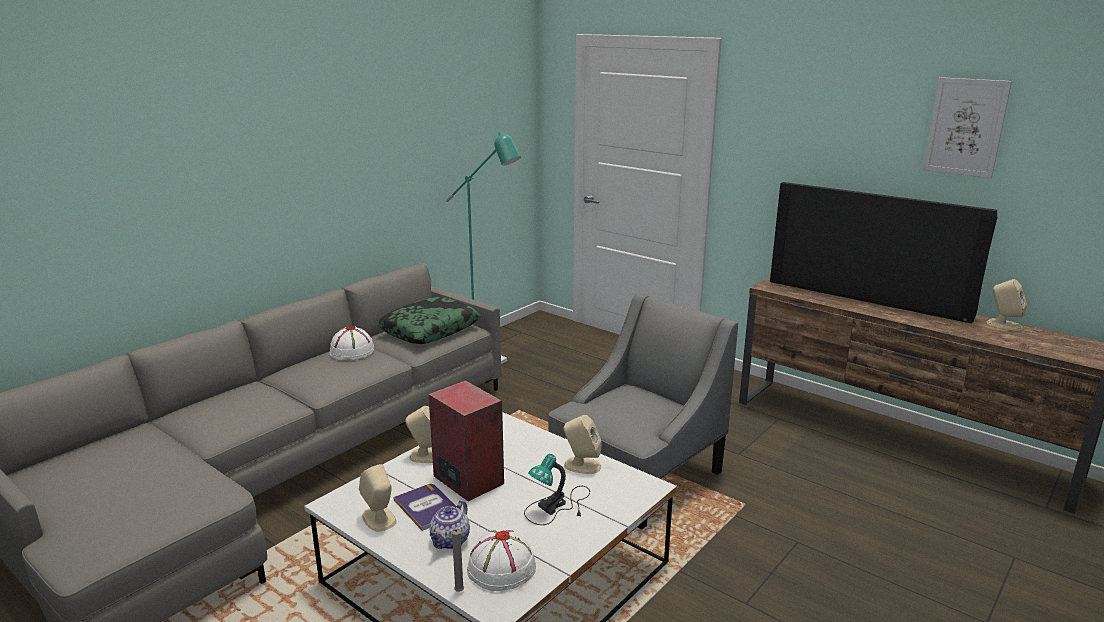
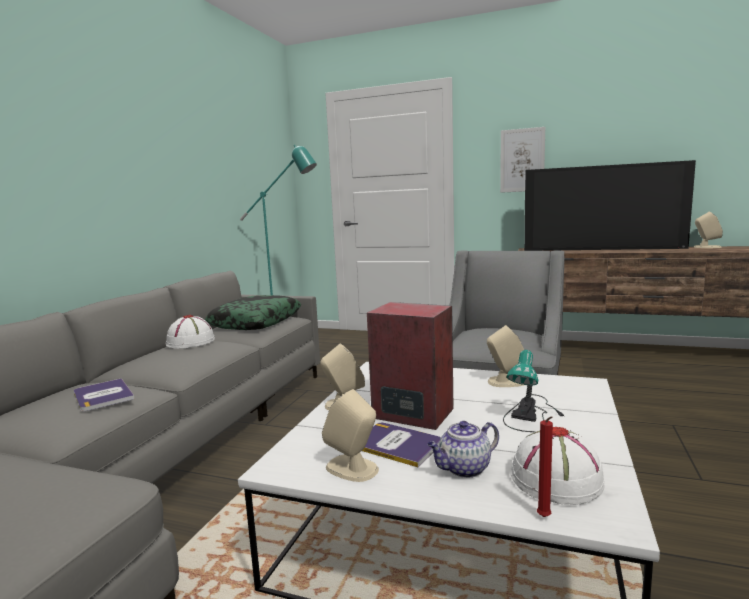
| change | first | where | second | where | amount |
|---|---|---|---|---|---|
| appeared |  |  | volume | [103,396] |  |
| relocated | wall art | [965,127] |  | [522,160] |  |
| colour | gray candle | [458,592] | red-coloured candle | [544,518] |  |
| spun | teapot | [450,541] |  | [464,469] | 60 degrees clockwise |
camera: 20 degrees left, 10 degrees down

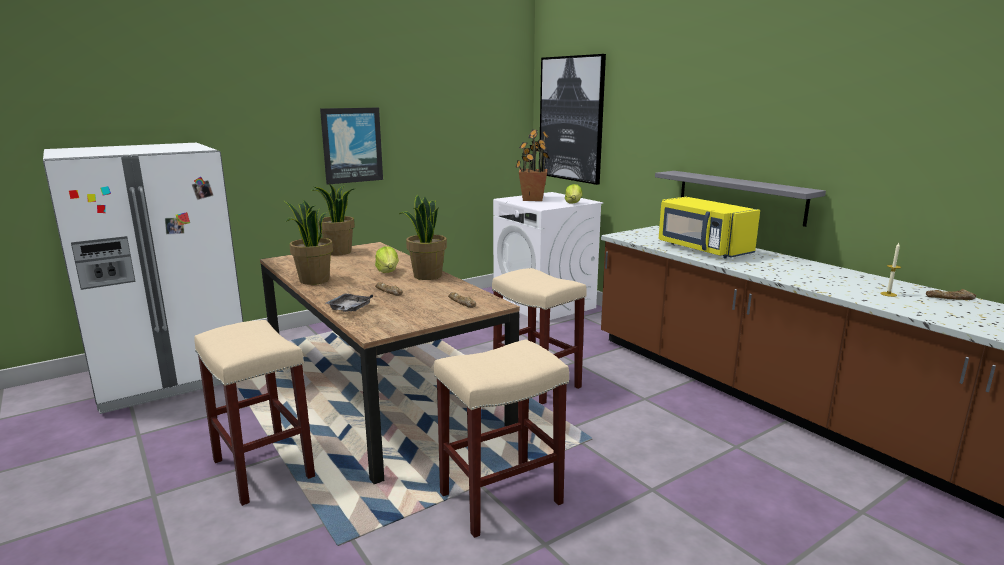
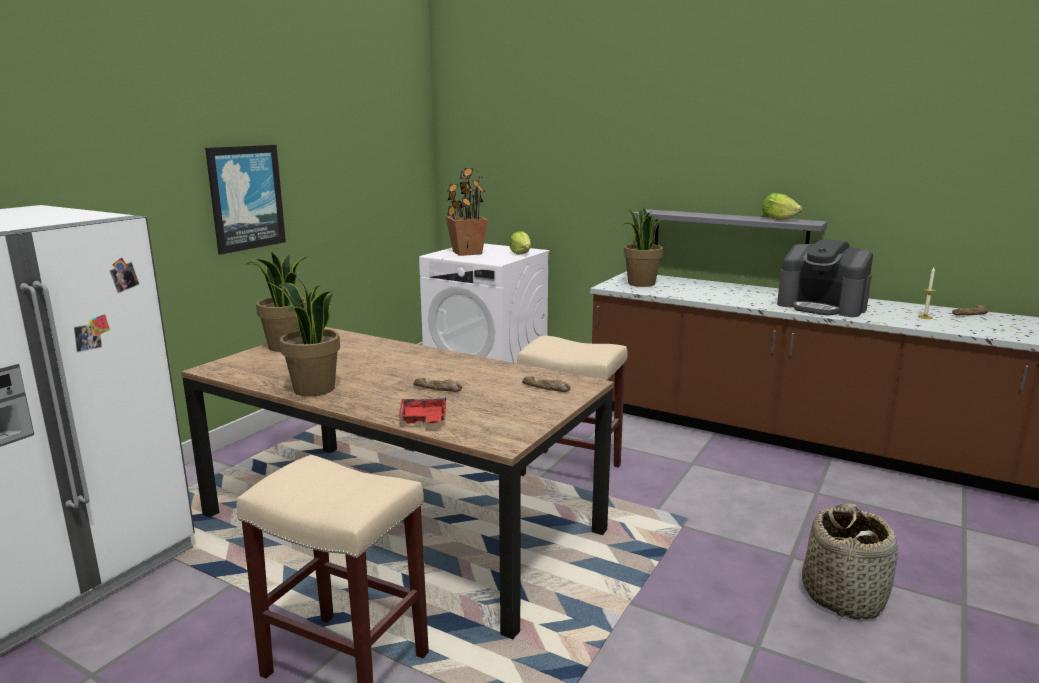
| change | first | where | second | where | amount |
|---|---|---|---|---|---|
| missing | sand-coloured stool seat | [499,499] |  |  |  |
| missing | wall art | [571,119] |  |  |  |
| missing | yellow-coloured microwave | [702,249] |  |  |  |
| appeared |  |  | coffee brewer | [822,306] |  |
| appeared |  |  | household basket | [843,596] |  |
| relocated | lettuce head | [388,271] |  | [778,219] |  |
| relocated | plant in a pot | [427,276] |  | [640,283] |  |
| colour | gray serving tray | [349,309] | red-coloured serving tray | [423,419] |  |
camera: 25 degrees left, 0 degrees up

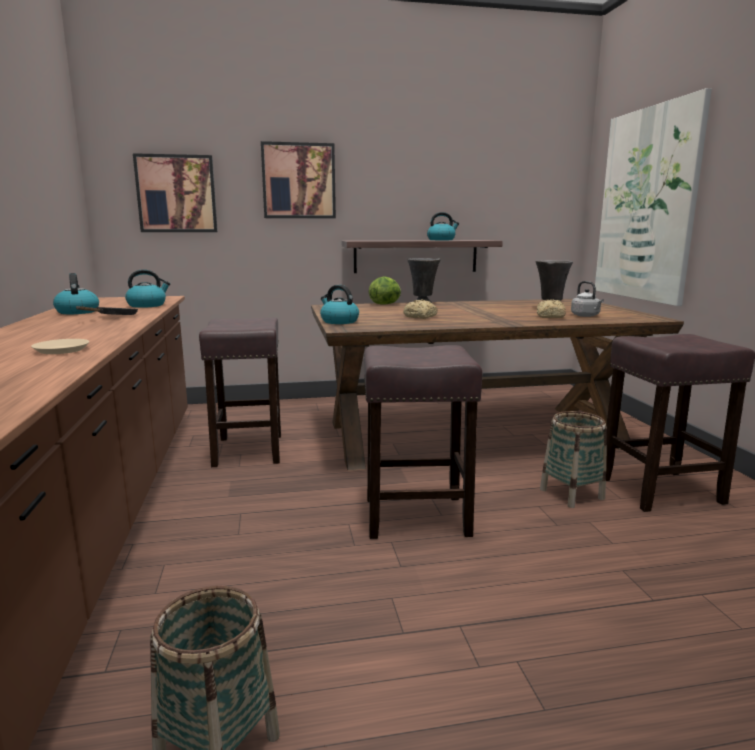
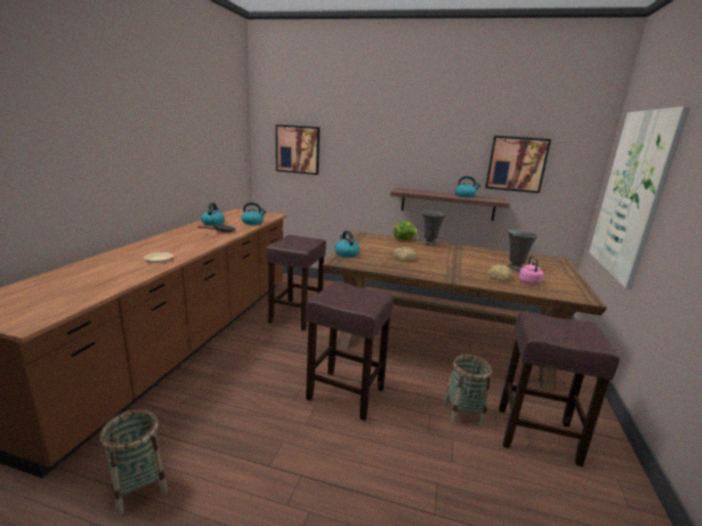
| change | first | where | second | where | amount |
|---|---|---|---|---|---|
| relocated | wall art | [298,181] |  | [516,164] |  |
| colour | gray kettle | [586,316] | pinkish kettle | [530,282] |  |
camera: 25 degrees right, 5 degrees up

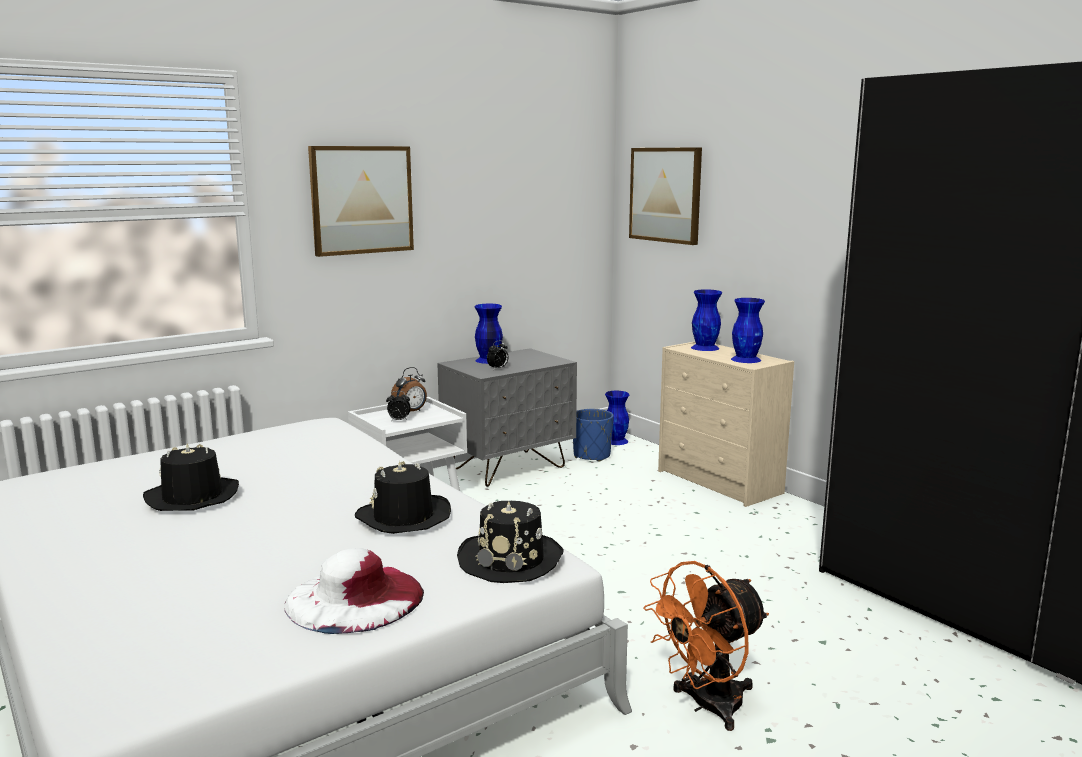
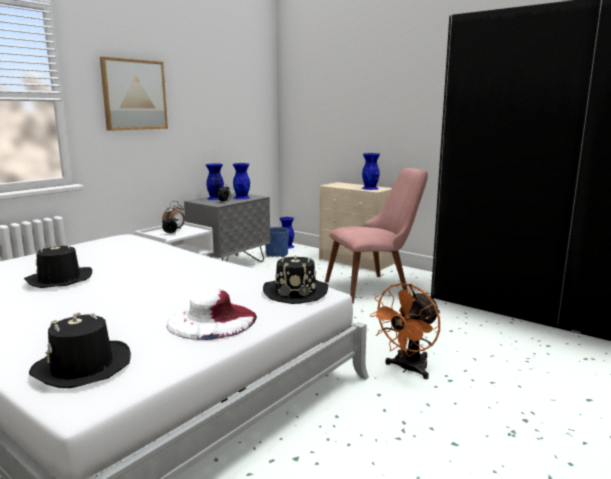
| change | first | where | second | where | amount |
|---|---|---|---|---|---|
| missing | wall art | [666,195] |  |  |  |
| appeared |  |  | pinkish chair | [375,287] |  |
| relocated | black clothing hat | [403,517] |  | [82,367] |  |
| relocated | blue-coloured flower vase | [705,347] |  | [242,197] |  |
camera: 15 degrees left, 0 degrees up

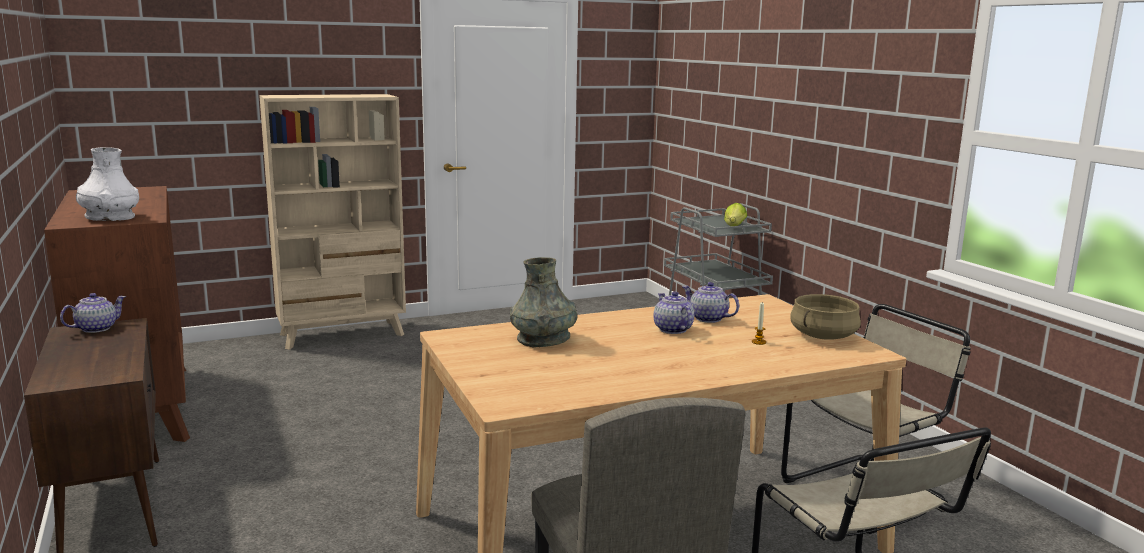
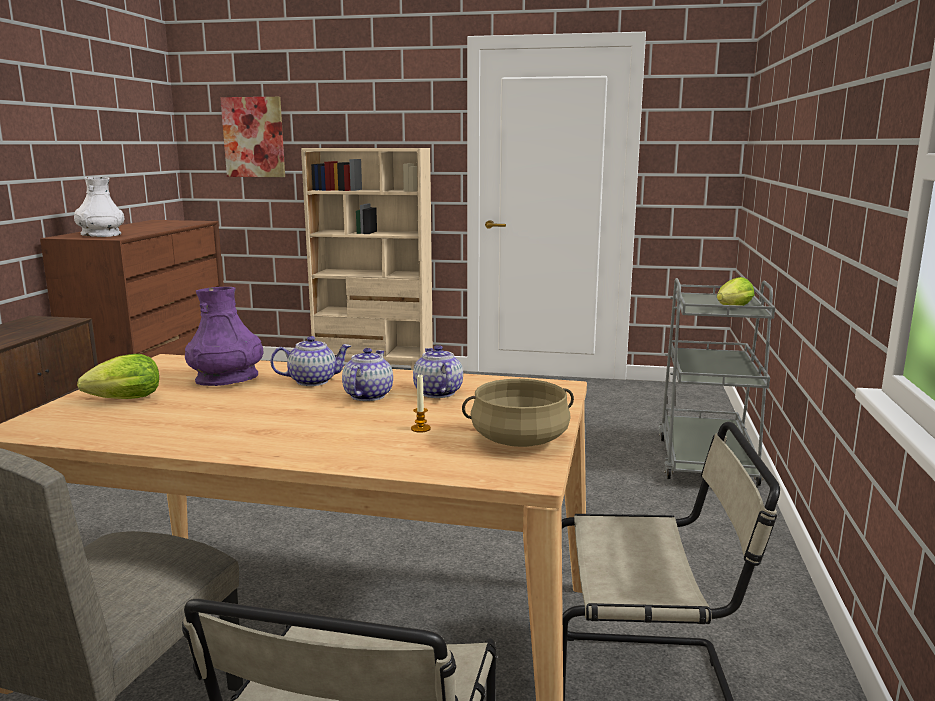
| change | first | where | second | where | amount |
|---|---|---|---|---|---|
| appeared |  |  | lettuce head | [121,400] |  |
| appeared |  |  | wall art | [254,137] |  |
| relocated | teapot | [96,328] |  | [313,381] |  |
| colour | gray flower vase | [543,339] | purple-coloured flower vase | [227,379] |  |
camera: 35 degrees right, 0 degrees up

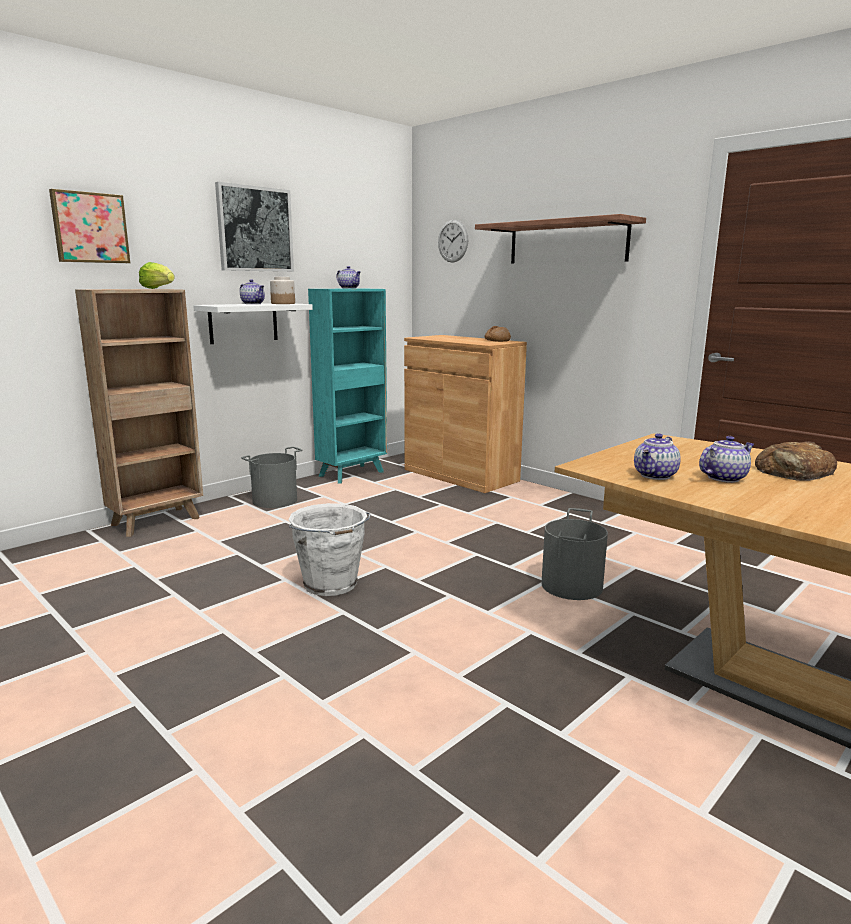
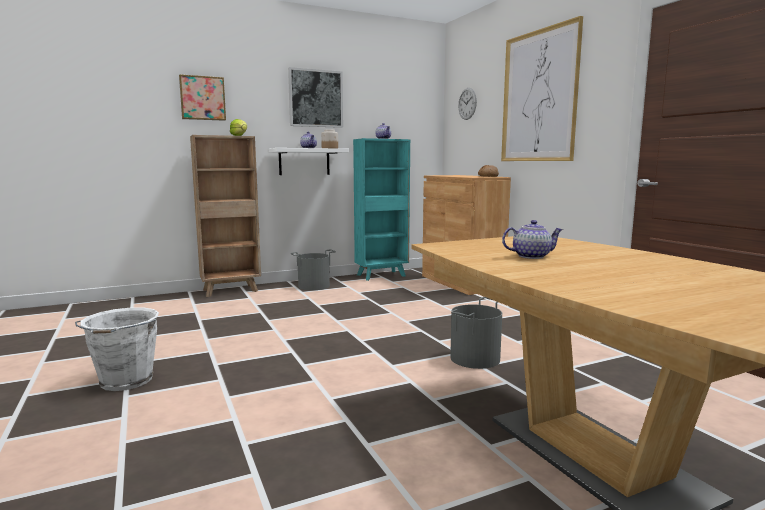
| change | first | where | second | where | amount |
|---|---|---|---|---|---|
| missing | teapot | [656,476] |  |  |  |
| missing | bread | [794,471] |  |  |  |
| relocated | white water bucket | [331,585] |  | [125,381] |  |
| exchanged | wall shelf | [567,242] | wall art | [539,96] |  |
camera: 20 degrees right, 5 degrees down

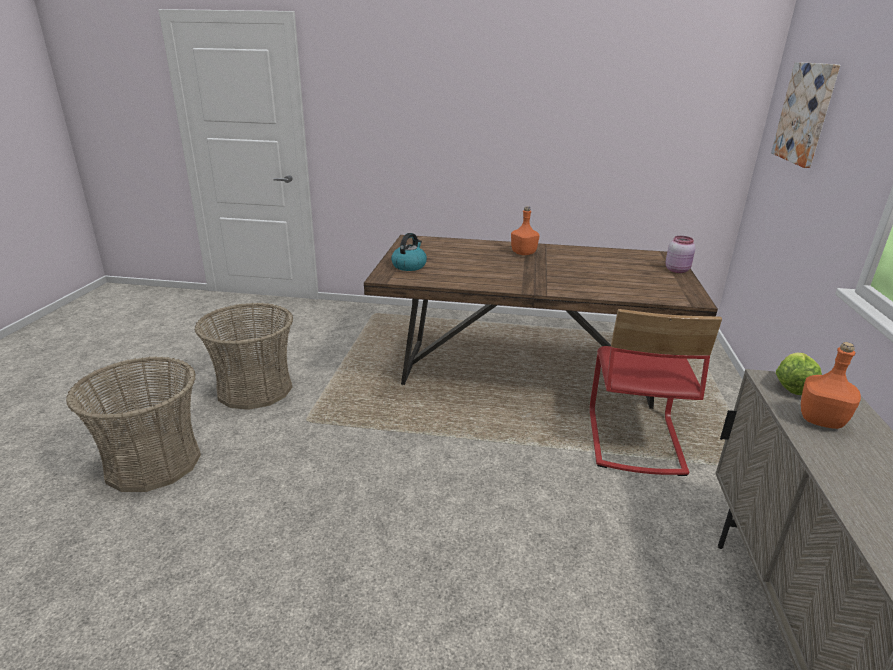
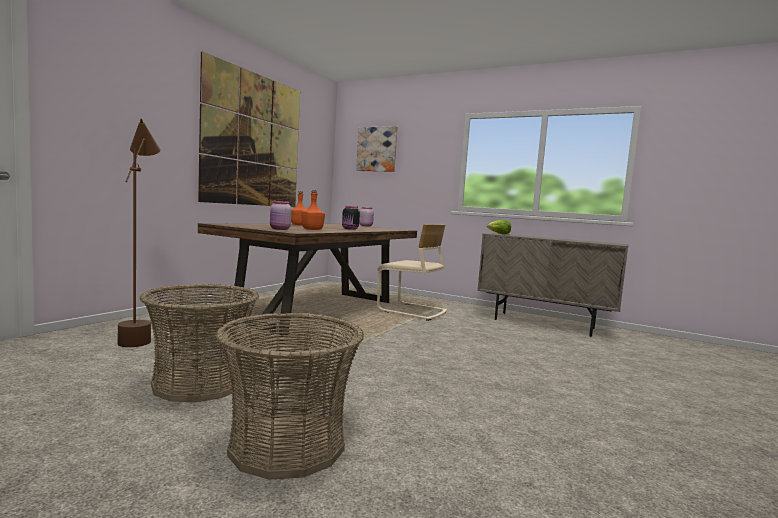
| change | first | where | second | where | amount |
|---|---|---|---|---|---|
| appeared |  |  | brown standing lamp | [139,335] |  |
| appeared |  |  | wall art | [254,140] |  |
| appeared |  |  | black jar | [350,229] |  |
| relocated | orange-coloured bottle | [820,419] |  | [312,229] |  |
| exchanged | kettle | [409,266] | pinkish jar | [280,229] |  |
| colour | red-coloured chair | [633,440] | sand-coloured chair | [412,311] |  |
camera: 70 degrees left, 20 degrees down

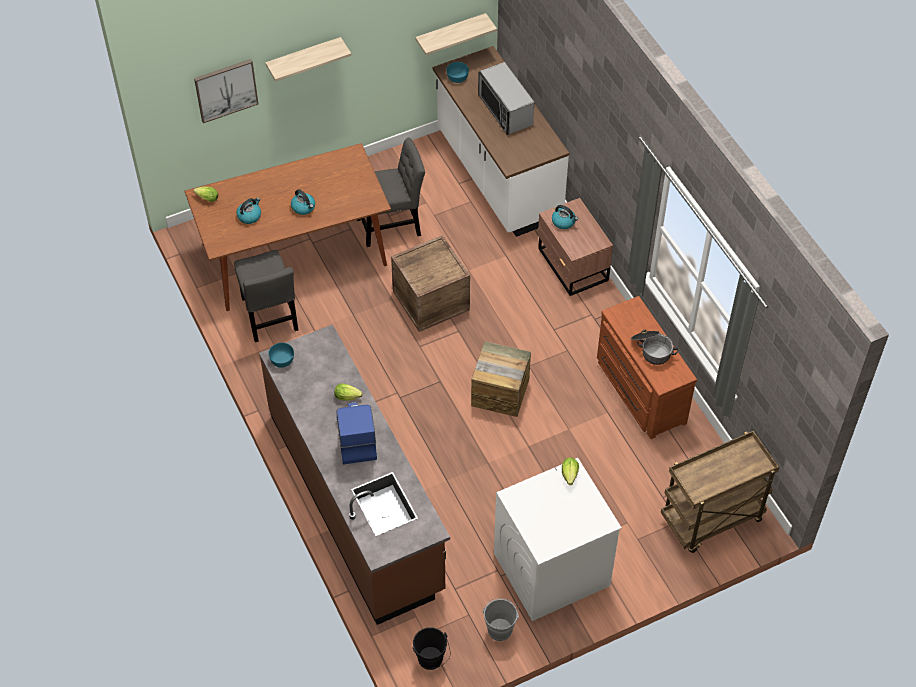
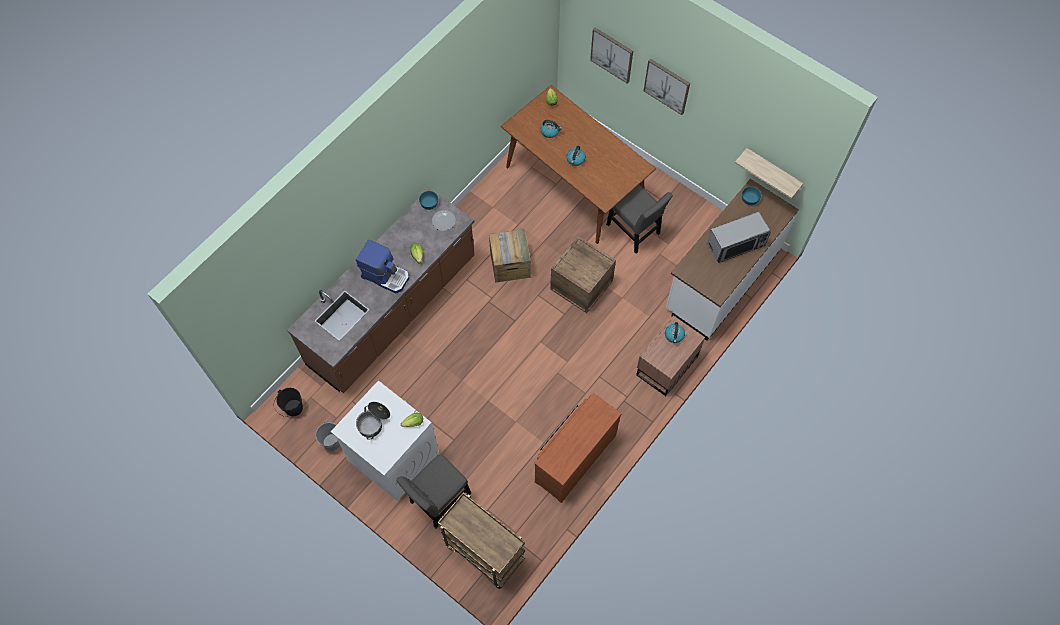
| change | first | where | second | where | amount |
|---|---|---|---|---|---|
| appeared |  |  | flat dish | [443,221] |  |
| relocated | gray chair | [270,317] |  | [438,500] |  |
| relocated | shipping crate | [500,392] |  | [510,264] |  |
| relocated | stockpot | [652,350] |  | [374,422] |  |
| exchanged | wall shelf | [304,59] | wall art | [667,86] |  |
| spun | coffee brewer | [355,438] |  | [386,275] | 60 degrees clockwise |
| spun | microwave | [505,110] |  | [736,244] | 150 degrees counterclockwise |
camera: 65 degrees right, 10 degrees up

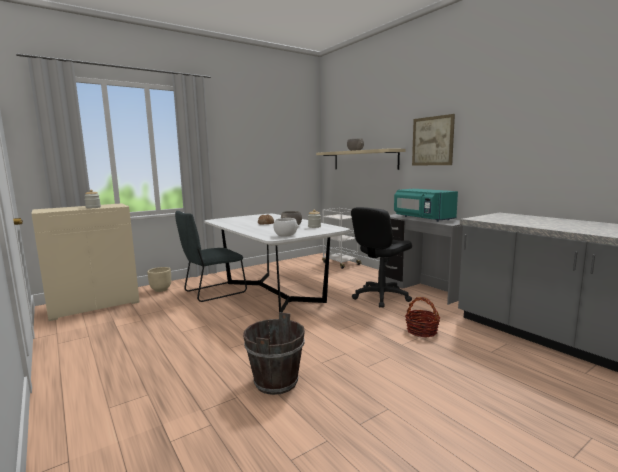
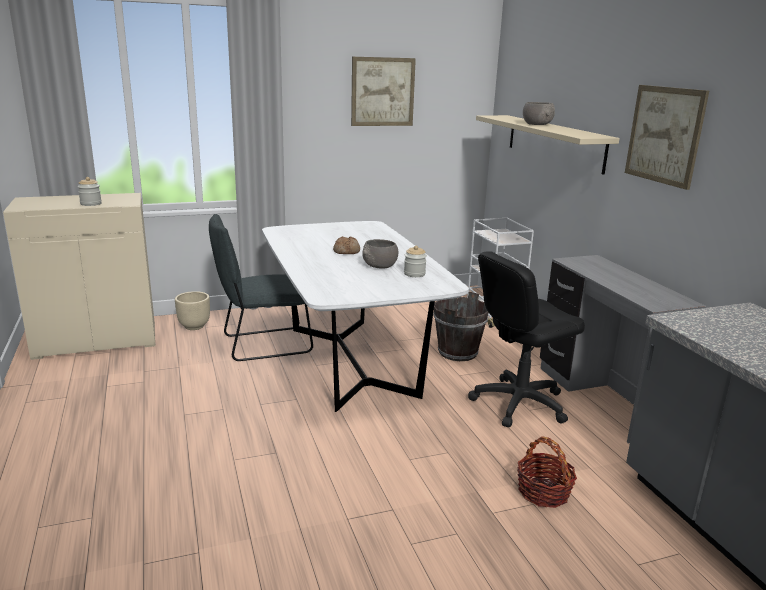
| change | first | where | second | where | amount |
|---|---|---|---|---|---|
| missing | white bowl | [285,235] |  |  |  |
| missing | blue-green microwave | [422,218] |  |  |  |
| appeared |  |  | wall art | [382,92] |  |
| relocated | brown water bucket | [275,382] |  | [457,352] |  |
camera: 15 degrees right, 10 degrees up

